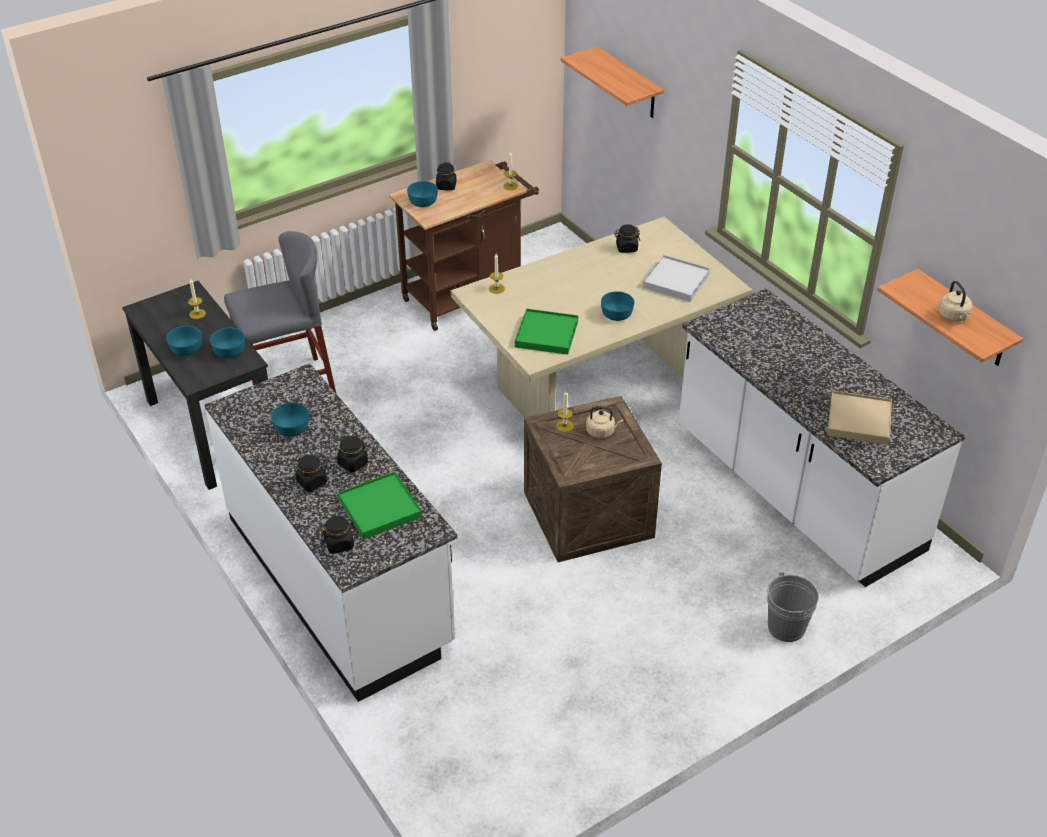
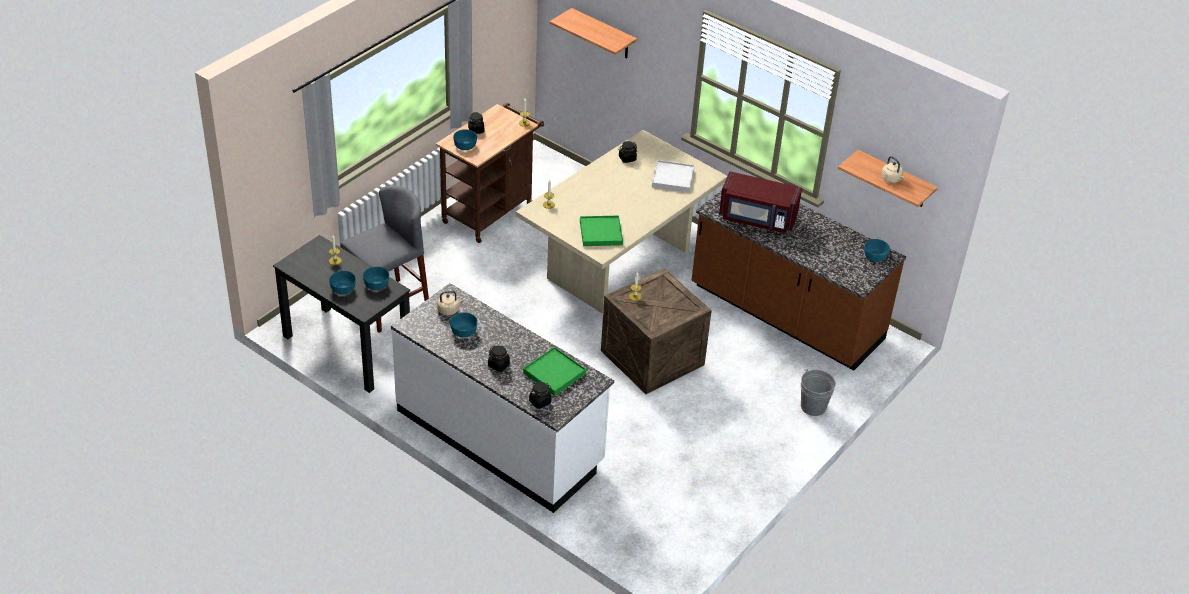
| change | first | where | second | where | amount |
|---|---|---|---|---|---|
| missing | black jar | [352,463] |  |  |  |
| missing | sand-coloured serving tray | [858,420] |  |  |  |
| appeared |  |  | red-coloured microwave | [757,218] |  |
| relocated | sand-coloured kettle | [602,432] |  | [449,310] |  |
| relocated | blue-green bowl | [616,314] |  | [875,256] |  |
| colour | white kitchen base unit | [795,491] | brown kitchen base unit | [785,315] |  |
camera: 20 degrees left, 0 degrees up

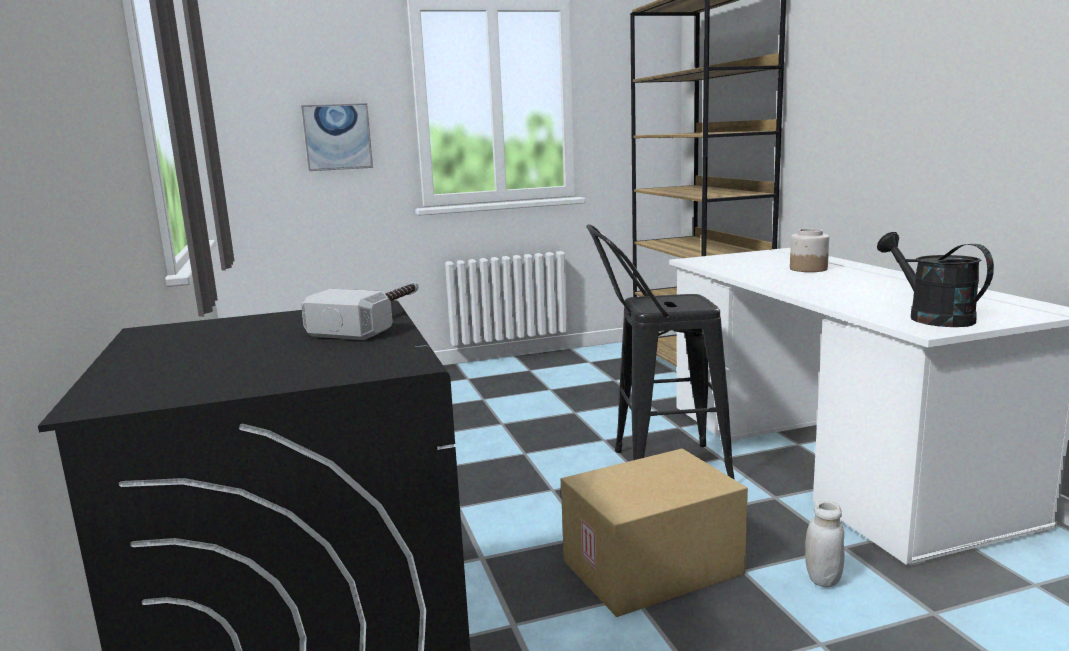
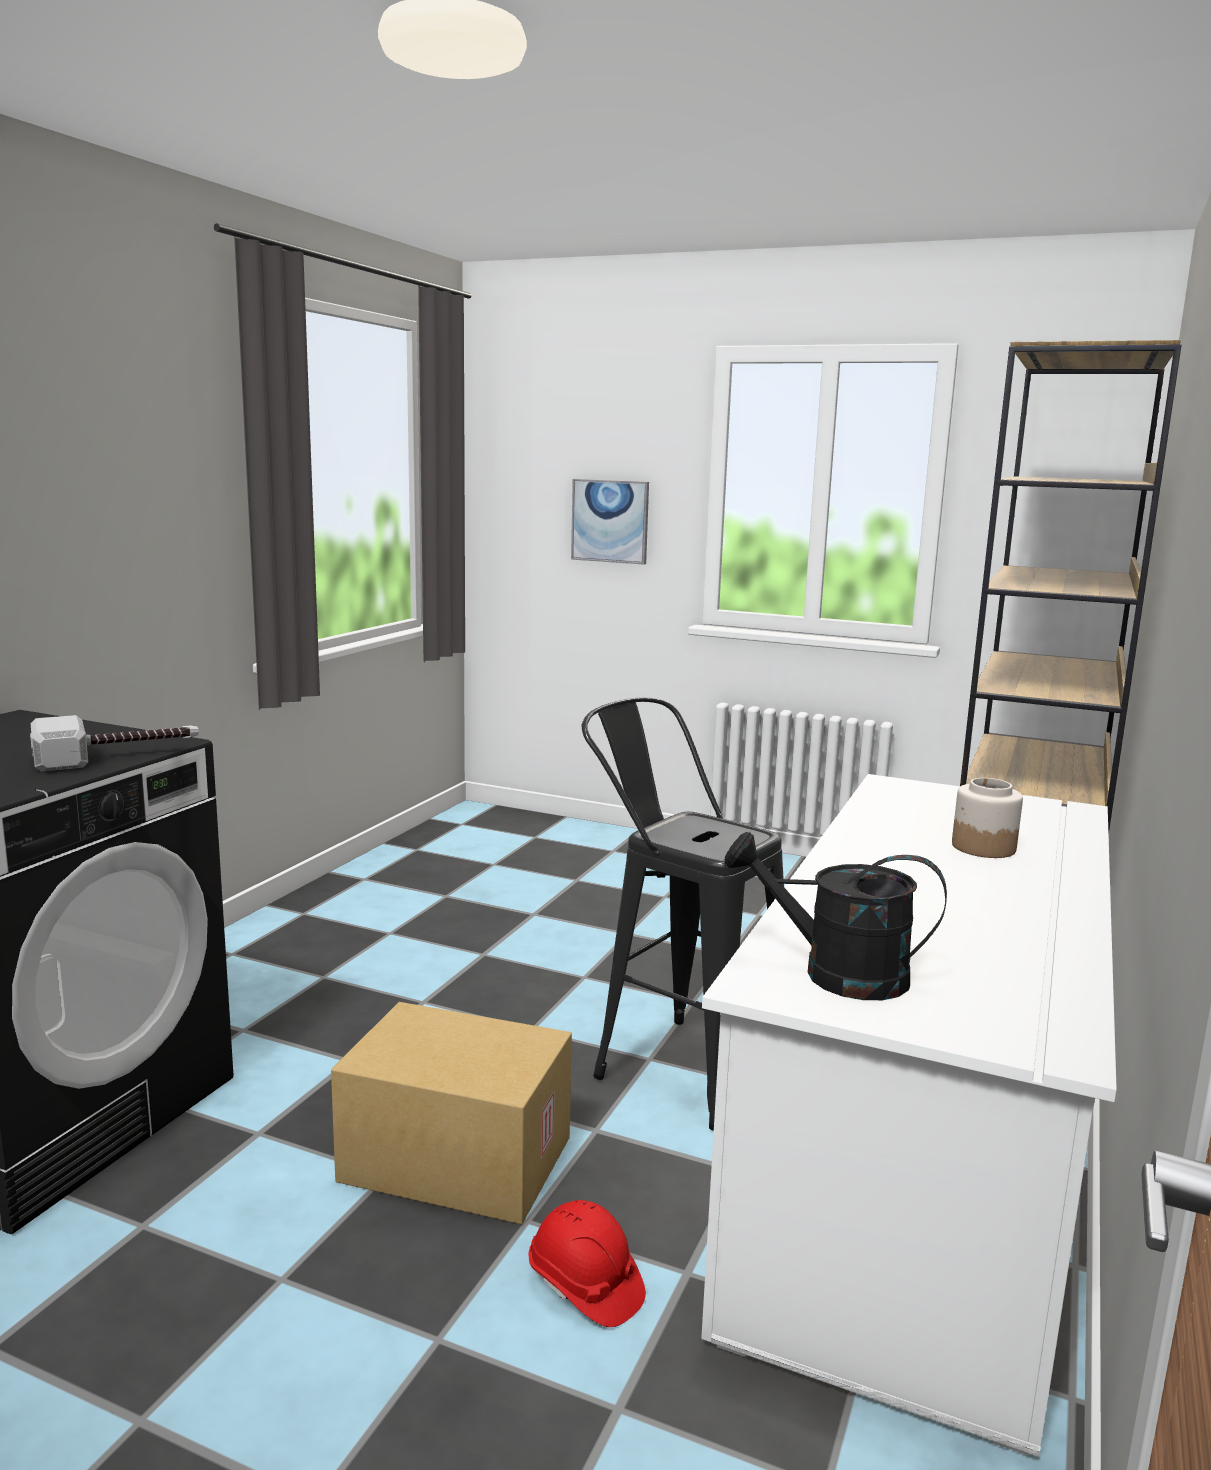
| change | first | where | second | where | amount |
|---|---|---|---|---|---|
| exchanged | white jar | [823,579] | red-coloured safety helmet | [584,1286] |  |
| spun | black watering pot | [931,317] |  | [835,974] | 90 degrees counterclockwise |
camera: 40 degrees right, 0 degrees up

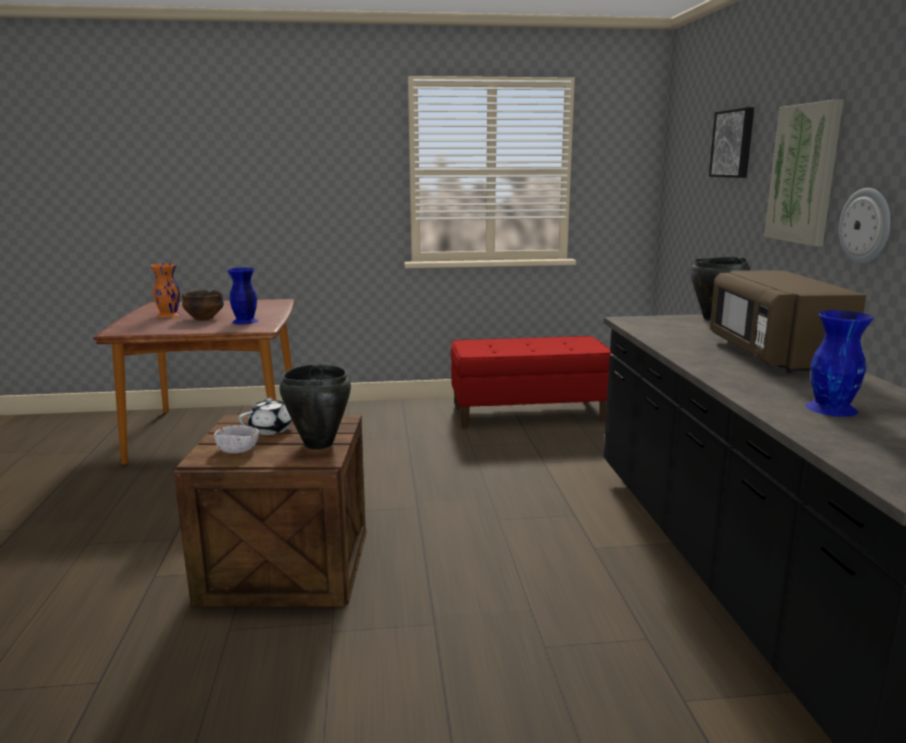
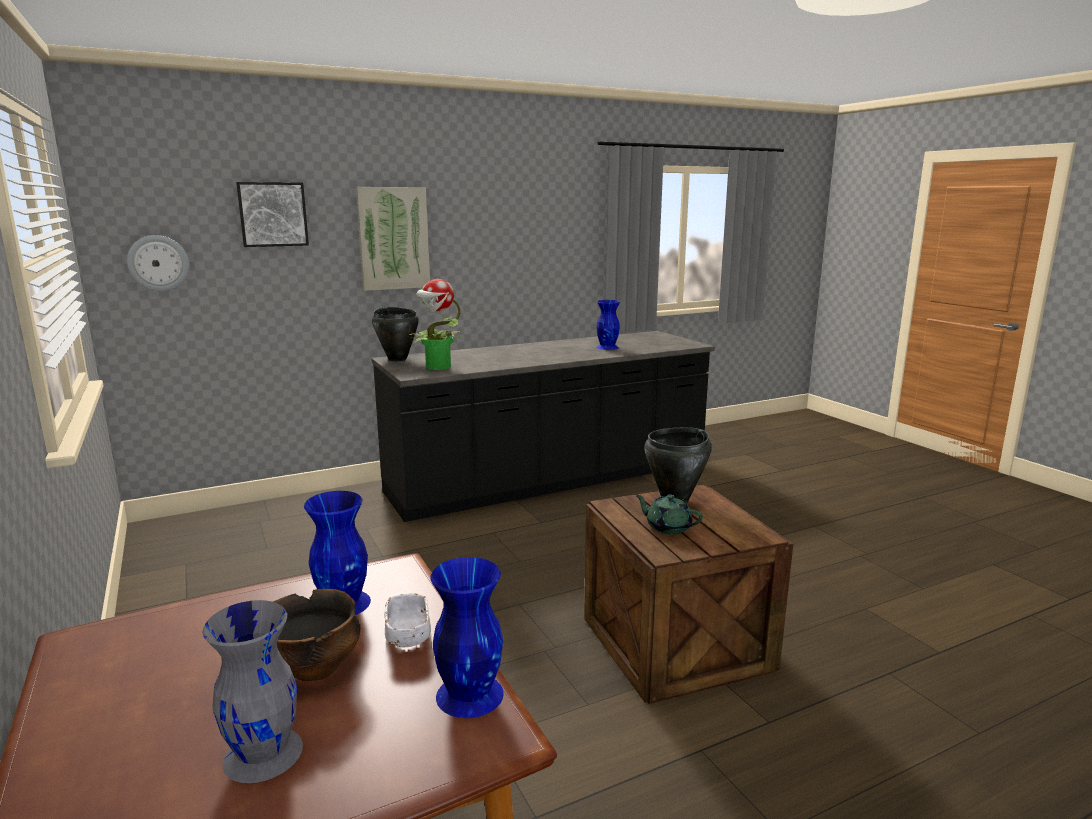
| change | first | where | second | where | amount |
|---|---|---|---|---|---|
| missing | red-coloured bench | [528,413] |  |  |  |
| missing | brown microwave | [773,356] |  |  |  |
| appeared |  |  | plant in a pot | [437,367] |  |
| appeared |  |  | blue-coloured flower vase | [468,694] |  |
| relocated | white bowl | [237,449] |  | [408,636] |  |
| relocated | wall clock | [866,226] |  | [158,263] |  |
| colour | orange-coloured flower vase | [168,315] | gray flower vase | [265,753] |  |
| colour | white teapot | [272,429] | green-coloured teapot | [667,527] |  |
camera: 110 degrees left, 0 degrees up

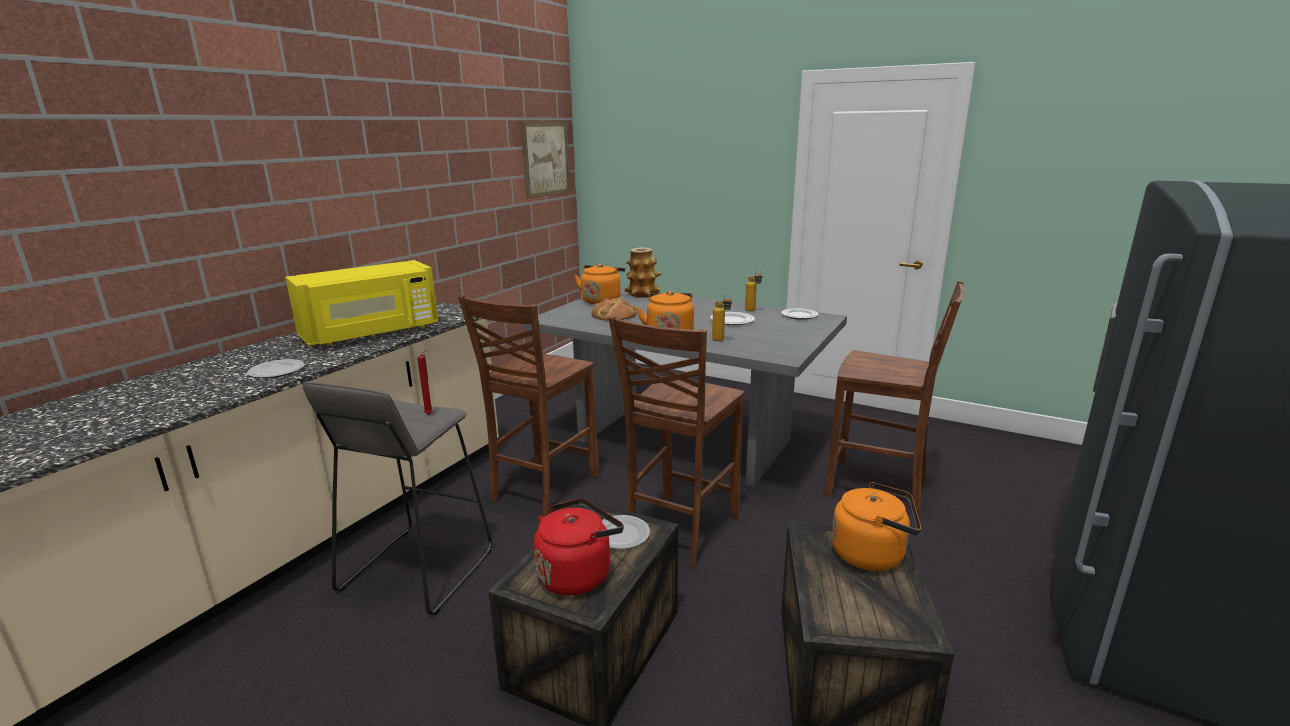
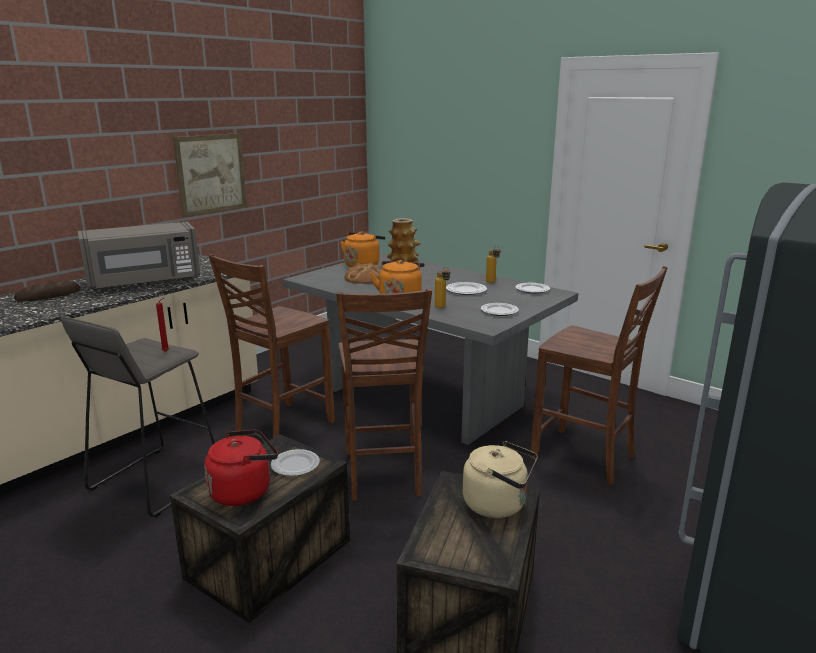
| change | first | where | second | where | amount |
|---|---|---|---|---|---|
| appeared |  |  | bread | [48,296] |  |
| relocated | flat dish | [277,372] |  | [499,311] |  |
| relocated | wall art | [546,159] |  | [211,174] |  |
| colour | yellow-coloured microwave | [372,333] | gray microwave | [145,281] |  |
| colour | orange-coloured kettle | [872,554] | sand-coloured kettle | [498,504] |  |
| spun | brown chair | [679,530] |  | [383,474] | 45 degrees counterclockwise |
camera: 10 degrees right, 0 degrees up

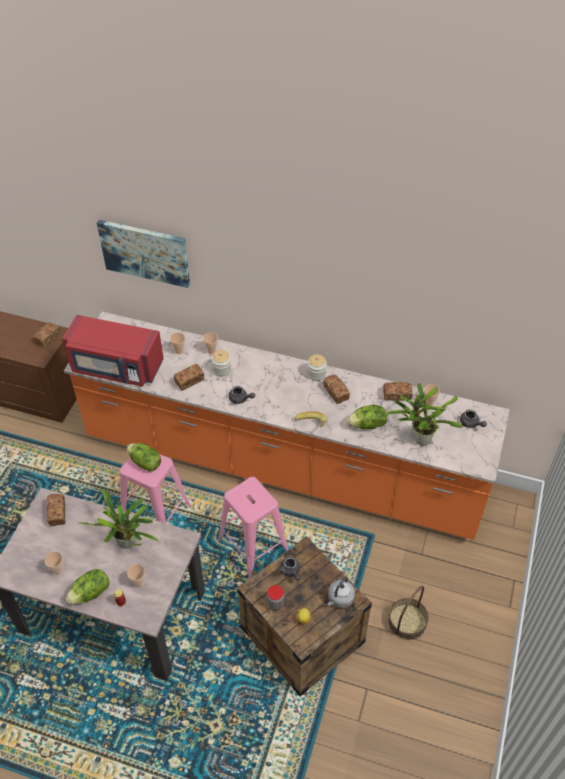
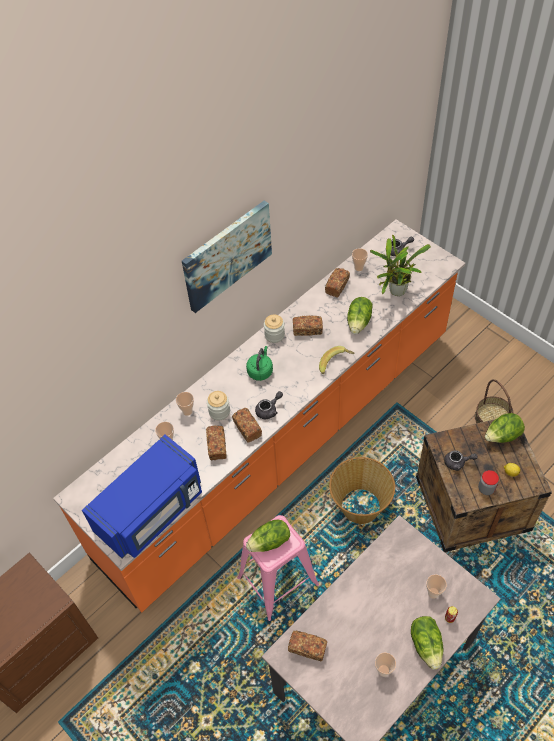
| change | first | where | second | where | amount |
|---|---|---|---|---|---|
| missing | plant in a pot | [128,544] |  |  |  |
| appeared |  |  | green-coloured kettle | [260,371] |  |
| relocated | bread | [47,338] |  | [247,428] |  |
| relocated | wall art | [145,252] |  | [227,255] |  |
| exchanged | pinkish stool seat | [253,545] | household basket | [360,506] |  |
| exchanged | gray kettle | [339,599] | lettuce head | [502,436] |  |
| colour | red-coloured microwave | [116,367] | blue-coloured microwave | [152,511] |  |
camera: 60 degrees left, 5 degrees up

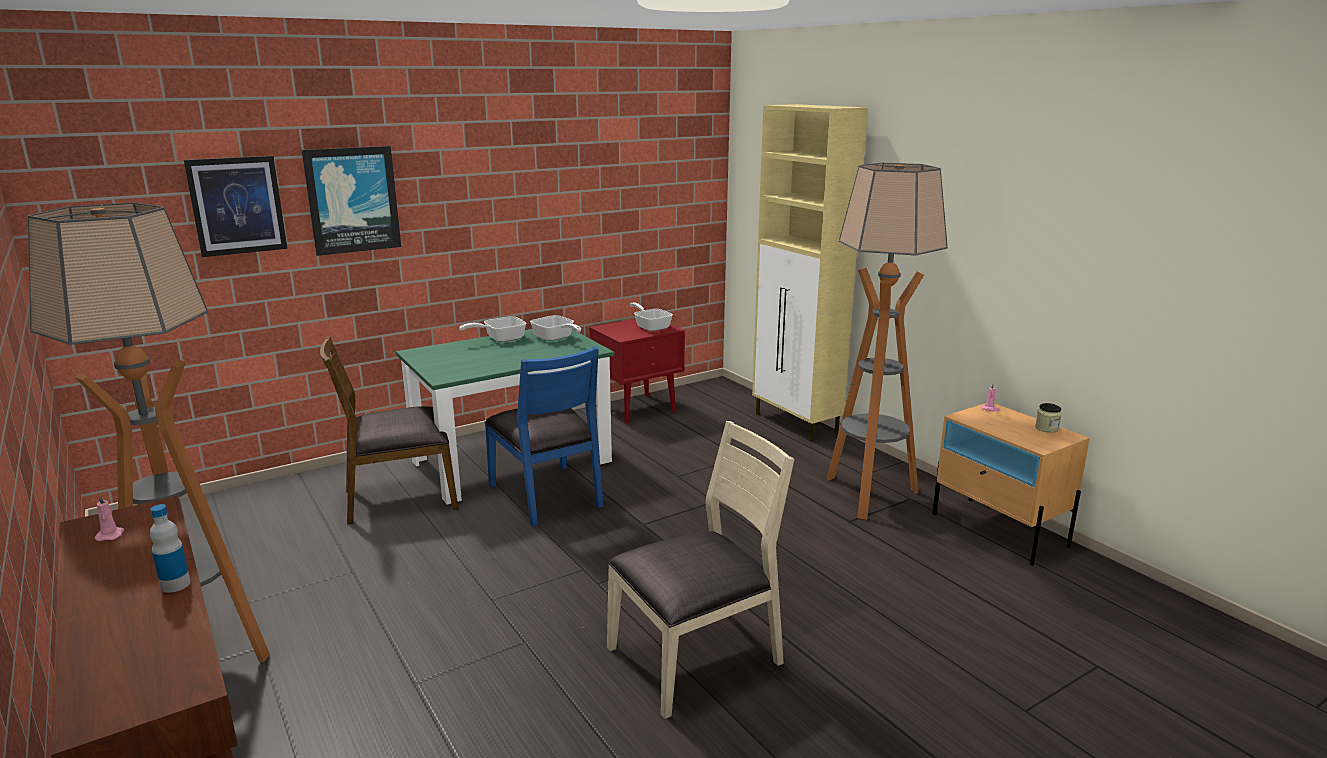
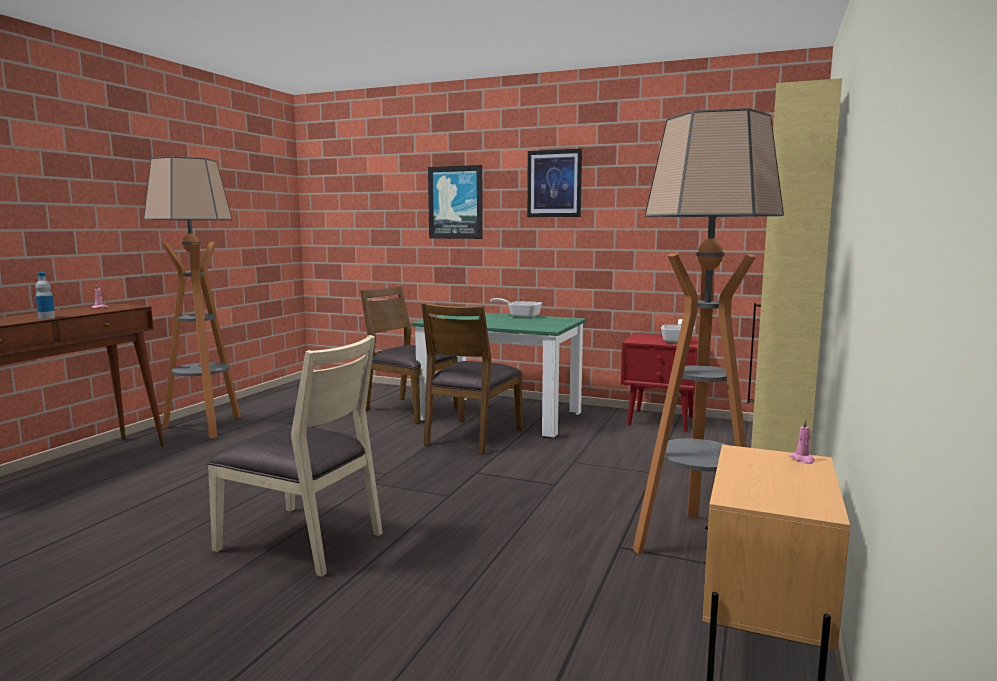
| change | first | where | second | where | amount |
|---|---|---|---|---|---|
| missing | frying pan | [555,338] |  |  |  |
| missing | jar | [1046,428] |  |  |  |
| relocated | wall art | [237,205] |  | [554,183] |  |
| colour | blue-coloured chair | [547,495] | brown chair | [472,437] |  |
camera: 55 degrees right, 10 degrees down

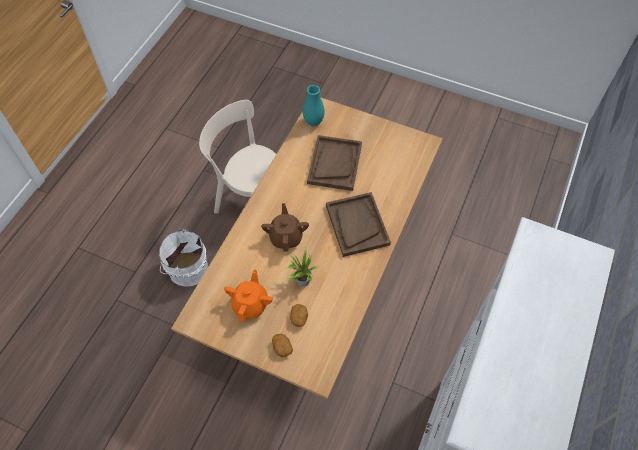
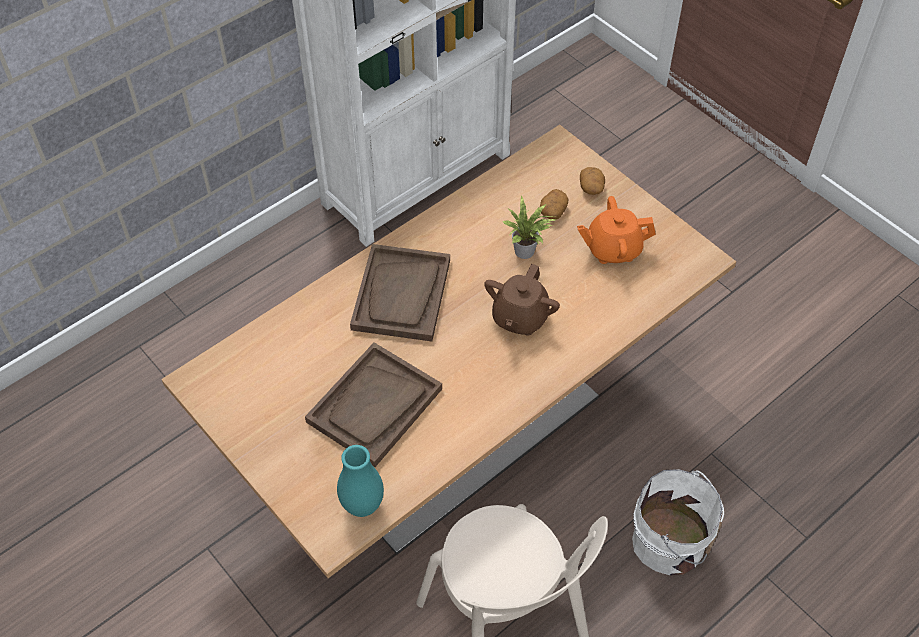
| change | first | where | second | where | amount |
|---|---|---|---|---|---|
| spun | orange-coloured teapot | [250,304] |  | [613,249] | 45 degrees clockwise |
camera: 155 degrees left, 5 degrees down

